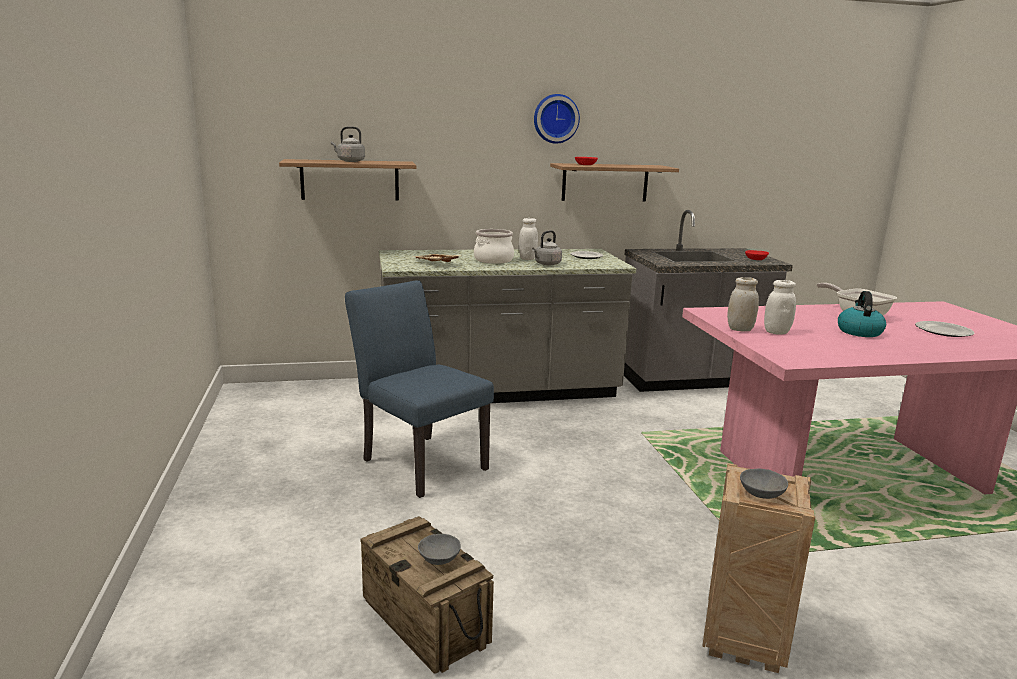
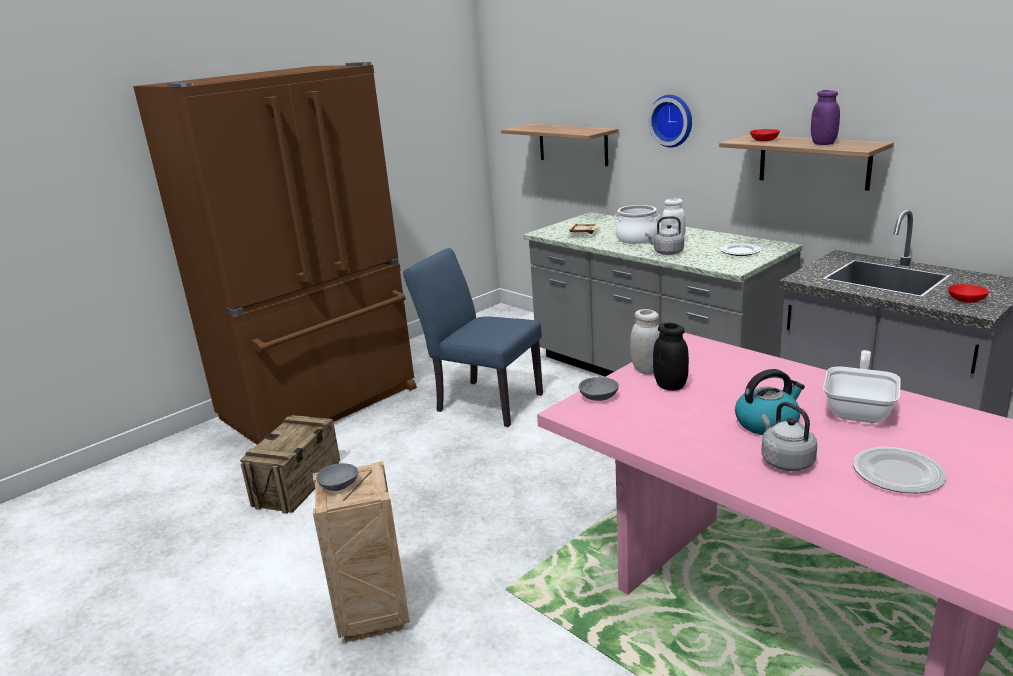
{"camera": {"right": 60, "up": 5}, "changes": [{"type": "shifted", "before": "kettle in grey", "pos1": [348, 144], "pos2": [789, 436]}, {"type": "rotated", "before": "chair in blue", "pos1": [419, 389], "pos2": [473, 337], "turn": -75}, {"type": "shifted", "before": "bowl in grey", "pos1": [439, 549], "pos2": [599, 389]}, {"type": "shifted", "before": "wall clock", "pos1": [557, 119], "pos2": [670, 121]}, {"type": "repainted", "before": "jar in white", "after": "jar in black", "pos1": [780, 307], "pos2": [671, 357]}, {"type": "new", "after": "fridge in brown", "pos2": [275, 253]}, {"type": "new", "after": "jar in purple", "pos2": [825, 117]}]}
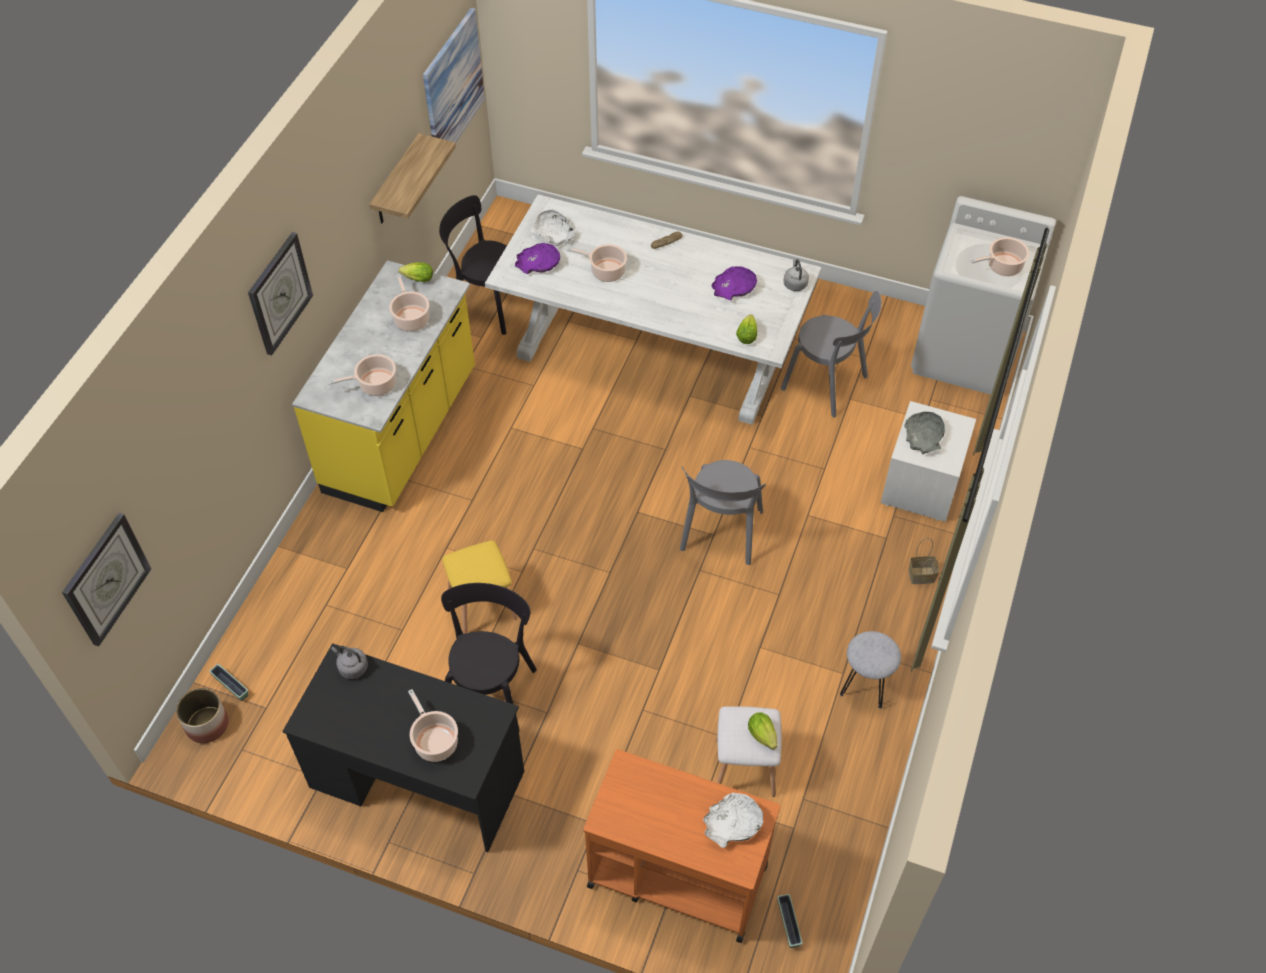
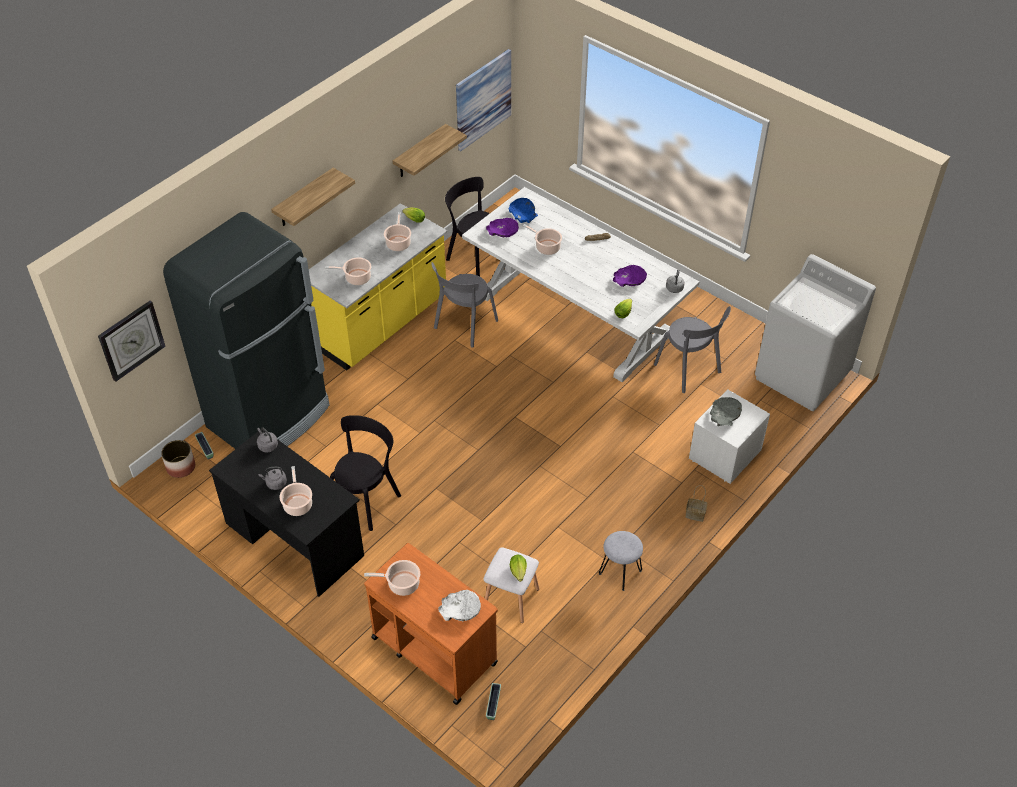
{"camera": {"right": 20, "up": -5}, "changes": [{"type": "swapped", "before": "wall clock", "after": "shelf", "pos1": [280, 294], "pos2": [313, 197]}, {"type": "gone", "before": "stool in yellow", "pos1": [480, 587]}, {"type": "repainted", "before": "bowl in white", "after": "bowl in blue", "pos1": [555, 228], "pos2": [523, 210]}, {"type": "shifted", "before": "chair in grey", "pos1": [723, 512], "pos2": [464, 305]}, {"type": "shifted", "before": "cooking pot", "pos1": [999, 256], "pos2": [392, 578]}, {"type": "new", "after": "fridge in black", "pos2": [246, 330]}, {"type": "new", "after": "kettle in grey", "pos2": [273, 478]}]}
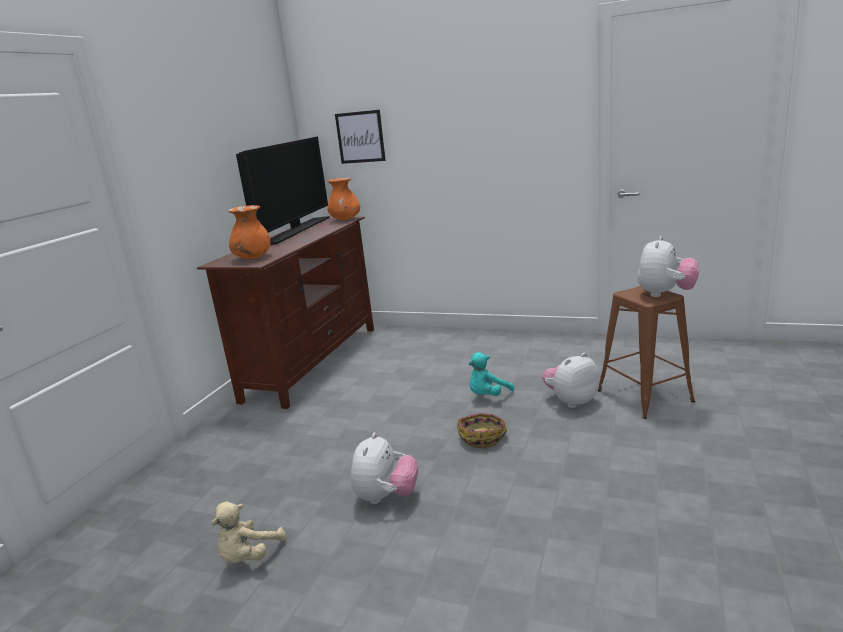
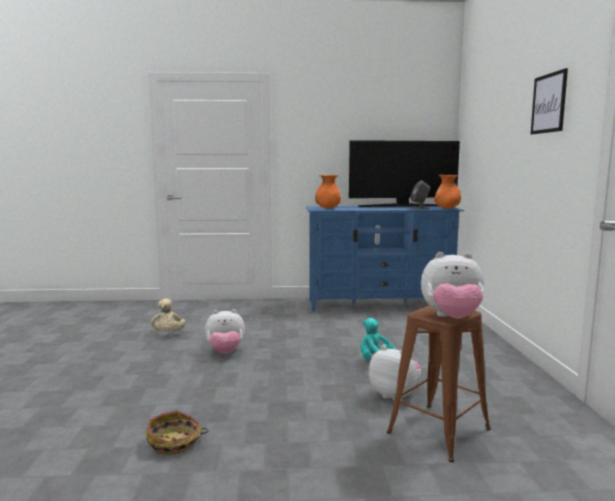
{"camera": {"right": 65, "up": -10}, "changes": [{"type": "repainted", "before": "tv stand in brown", "after": "tv stand in blue", "pos1": [285, 313], "pos2": [385, 258]}, {"type": "rotated", "before": "plush toy in beige", "pos1": [249, 532], "pos2": [168, 315], "turn": -105}, {"type": "shifted", "before": "picture", "pos1": [360, 137], "pos2": [549, 101]}, {"type": "shifted", "before": "basket", "pos1": [482, 430], "pos2": [177, 432]}, {"type": "new", "after": "speaker in grey", "pos2": [420, 194]}]}
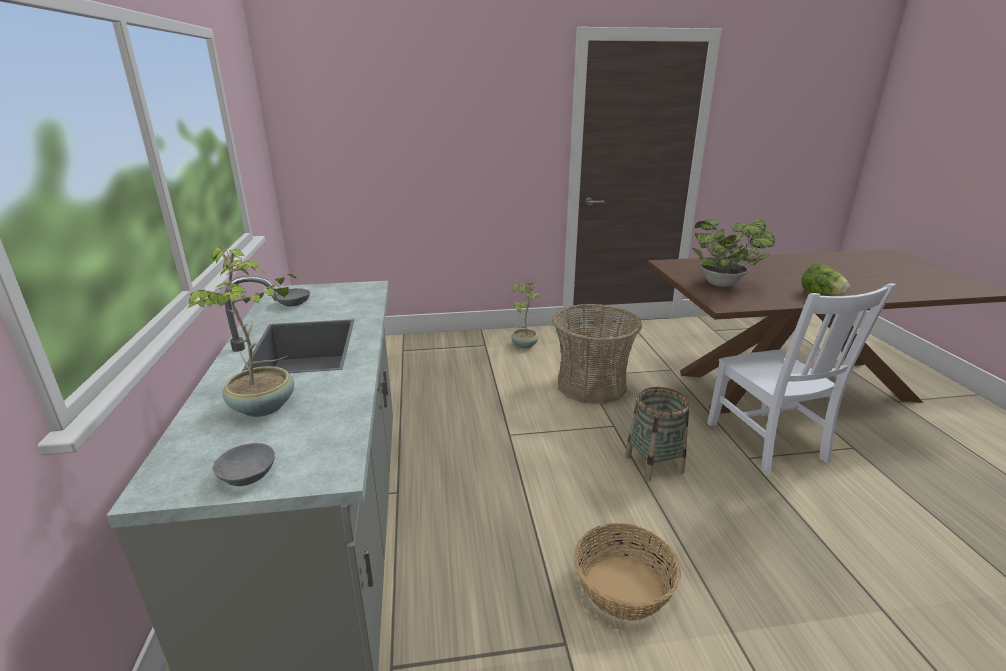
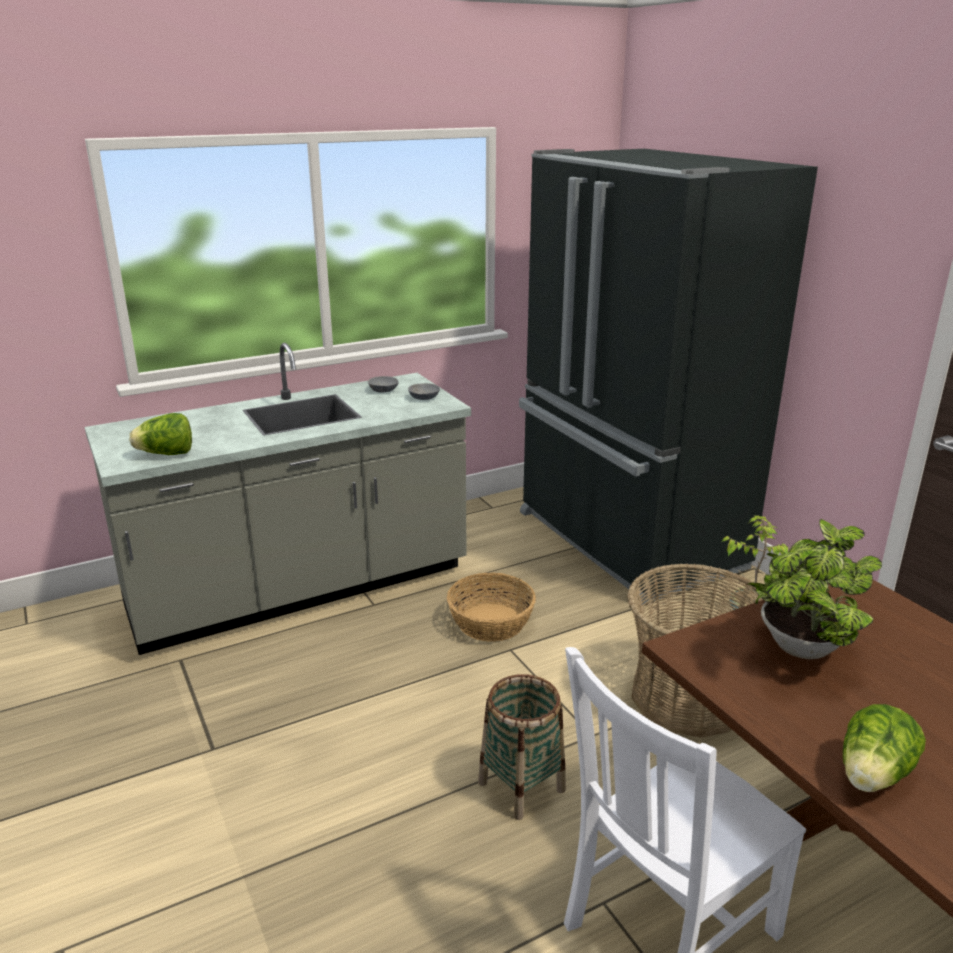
{"camera": {"right": 70, "up": 0}, "changes": [{"type": "gone", "before": "potted plant", "pos1": [242, 332]}, {"type": "shifted", "before": "bowl in grey", "pos1": [244, 464], "pos2": [424, 391]}, {"type": "shifted", "before": "basket", "pos1": [627, 572], "pos2": [491, 607]}, {"type": "new", "after": "lettuce", "pos2": [160, 434]}, {"type": "new", "after": "fridge in black", "pos2": [668, 377]}]}
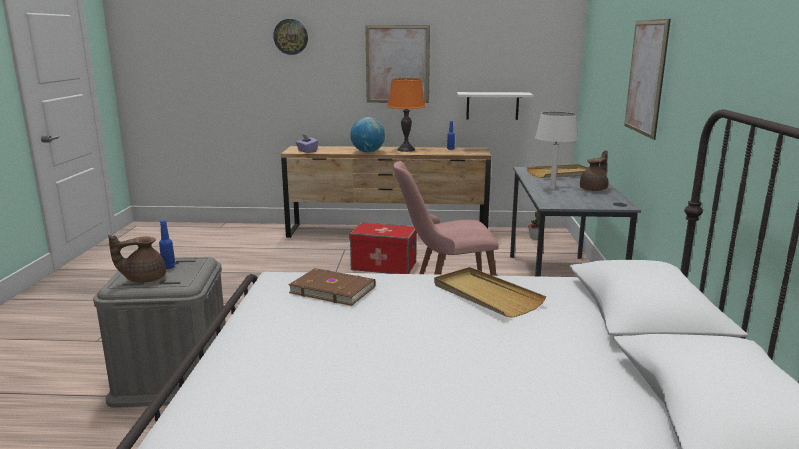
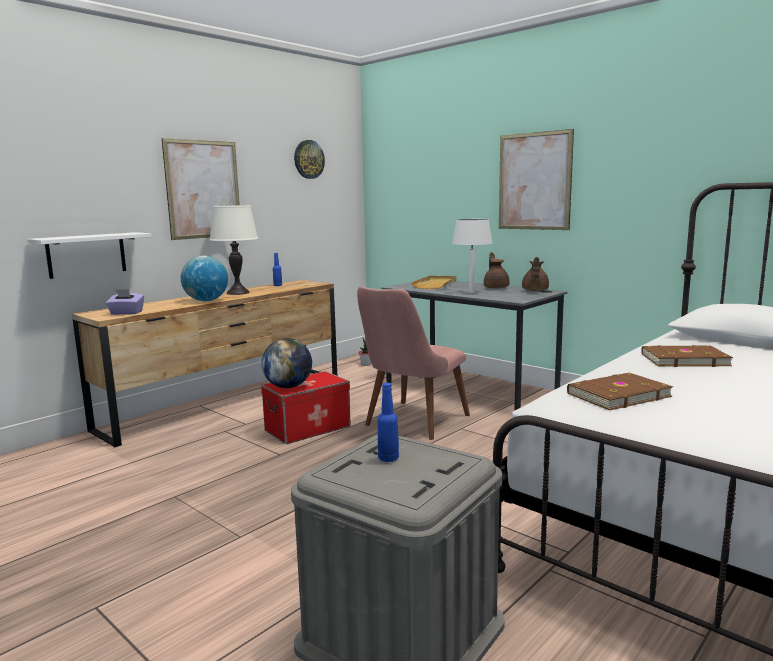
{"camera": {"right": -50, "up": -5}, "changes": [{"type": "shifted", "before": "teapot in brown", "pos1": [137, 259], "pos2": [535, 274]}, {"type": "shifted", "before": "wall clock", "pos1": [290, 37], "pos2": [309, 159]}, {"type": "repainted", "before": "table lamp in orange", "after": "table lamp in white", "pos1": [406, 115], "pos2": [234, 250]}, {"type": "swapped", "before": "tray in beige", "after": "book in brown", "pos1": [490, 292], "pos2": [687, 356]}, {"type": "shifted", "before": "shelf in white", "pos1": [495, 106], "pos2": [89, 255]}, {"type": "new", "after": "globe", "pos2": [287, 363]}]}
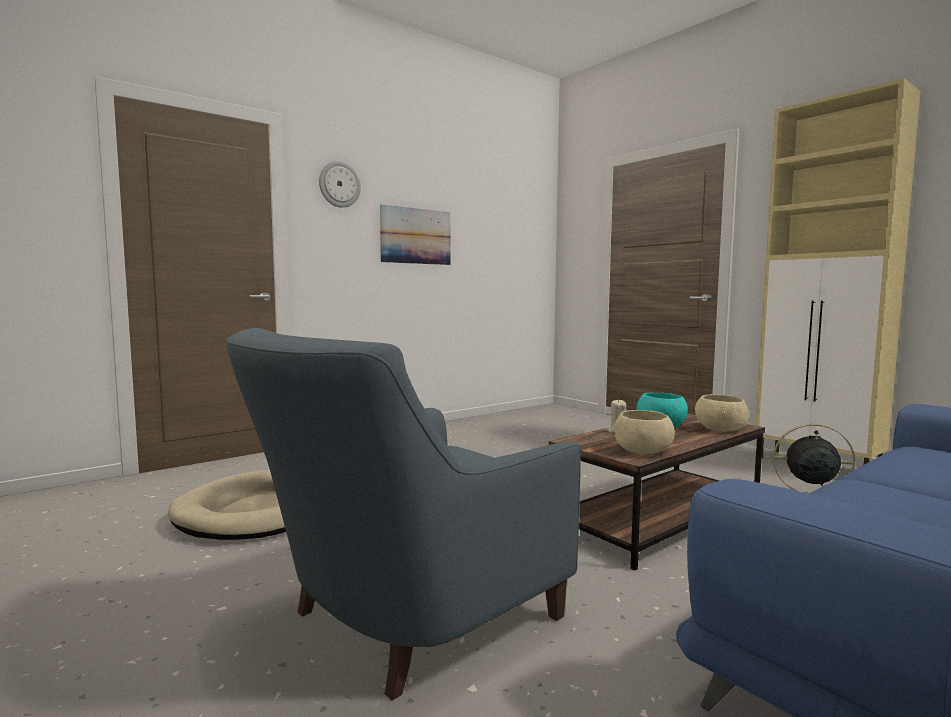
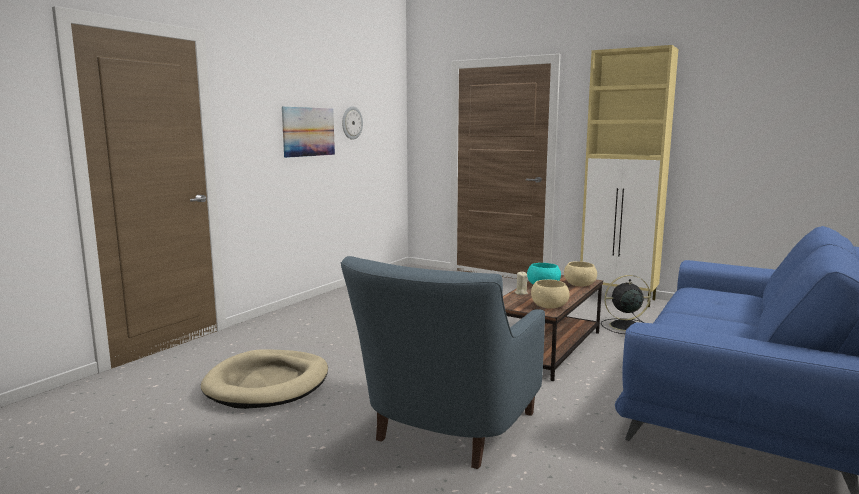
{"camera": {"right": -20, "up": 5}, "changes": [{"type": "shifted", "before": "wall clock", "pos1": [340, 184], "pos2": [352, 123]}]}
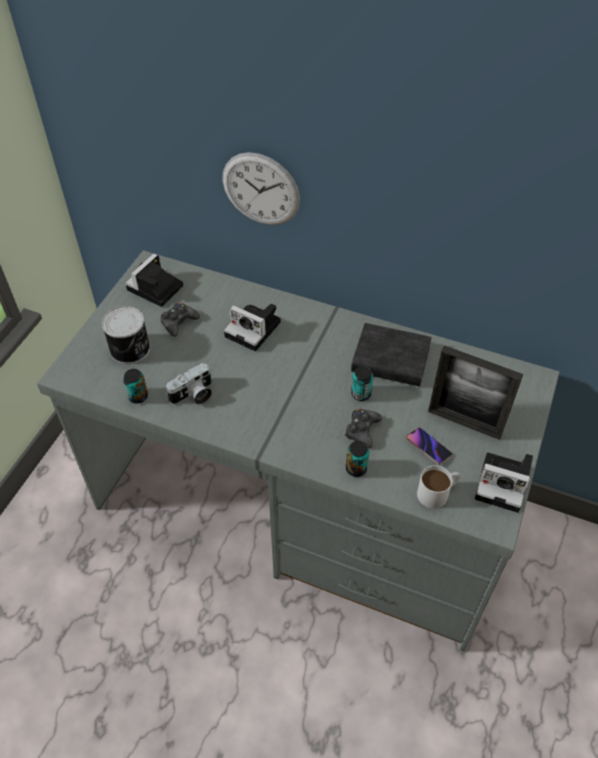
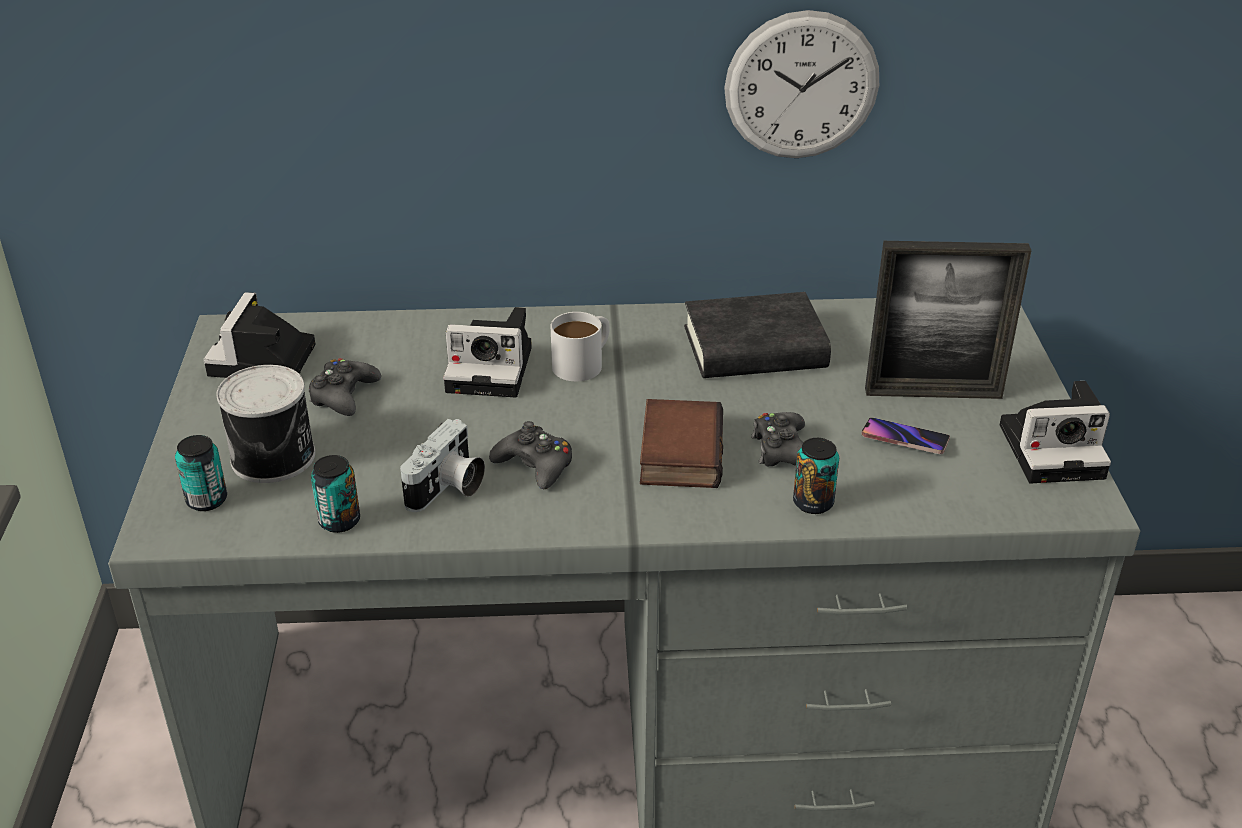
{"camera": {"right": -25, "up": -15}, "changes": [{"type": "shifted", "before": "wall clock", "pos1": [261, 188], "pos2": [801, 84]}, {"type": "shifted", "before": "can", "pos1": [362, 383], "pos2": [201, 473]}, {"type": "shifted", "before": "mug in white", "pos1": [439, 486], "pos2": [580, 346]}, {"type": "new", "after": "game controller in black", "pos2": [530, 455]}, {"type": "new", "after": "book", "pos2": [681, 443]}]}
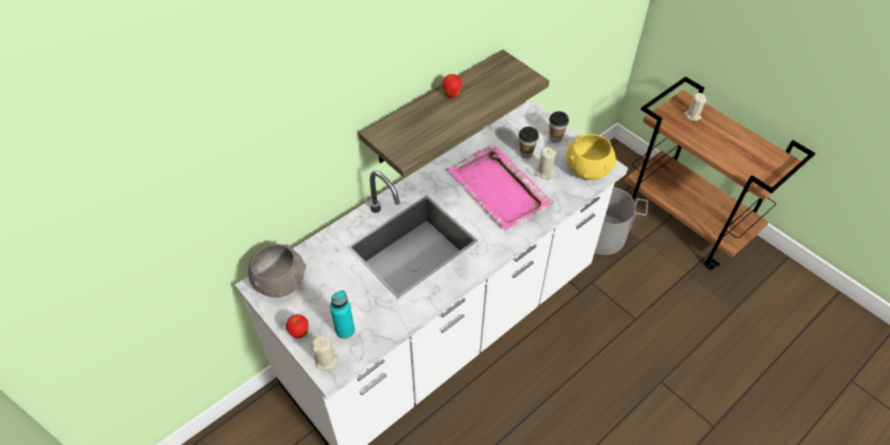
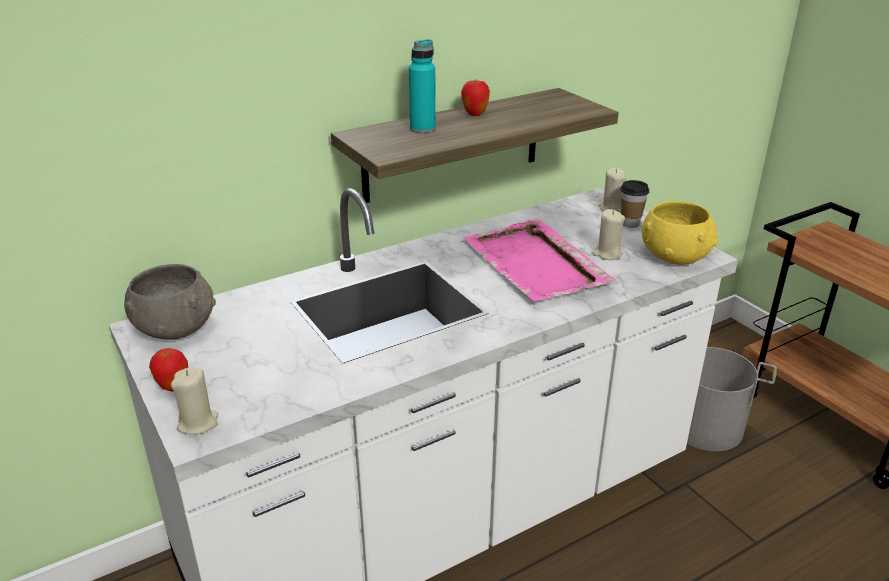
{"camera": {"right": 10, "up": -20}, "changes": [{"type": "shifted", "before": "bottle in turquoise", "pos1": [342, 314], "pos2": [422, 86]}, {"type": "gone", "before": "cup", "pos1": [529, 143]}, {"type": "shifted", "before": "candle in beige", "pos1": [695, 107], "pos2": [612, 190]}]}
